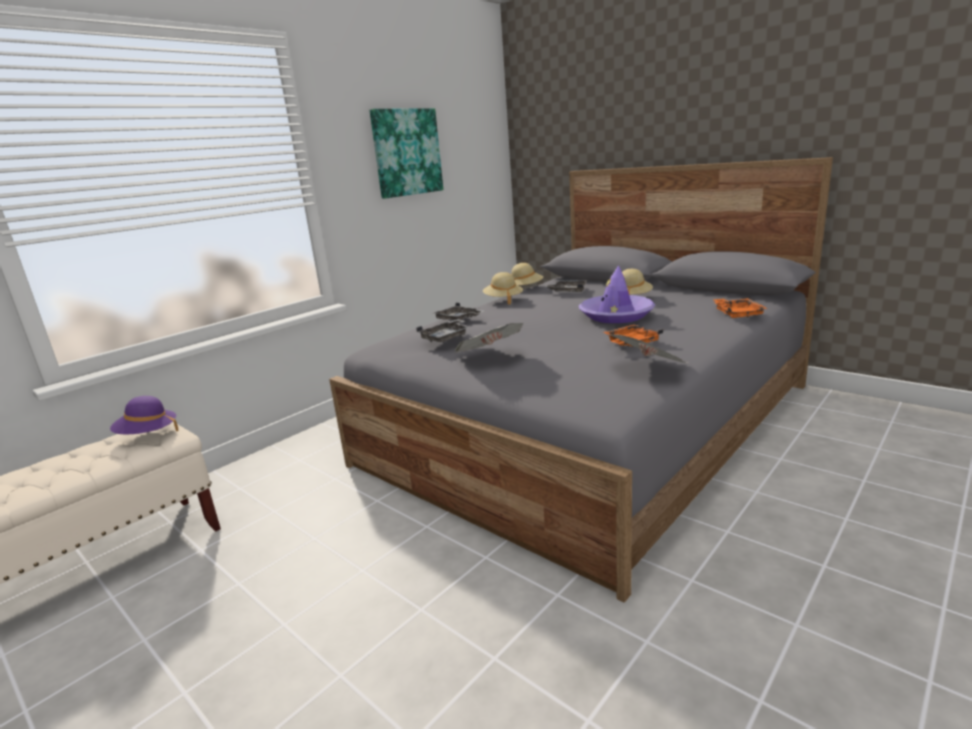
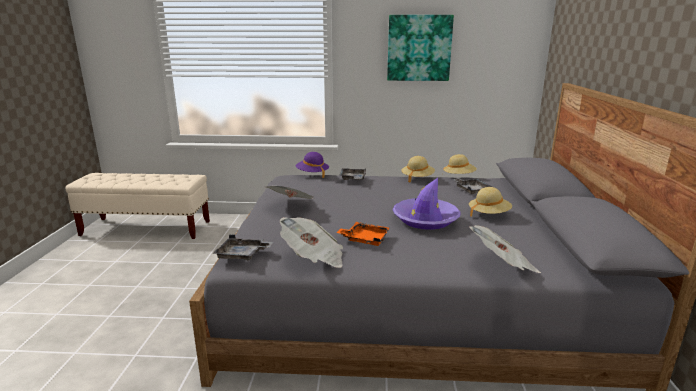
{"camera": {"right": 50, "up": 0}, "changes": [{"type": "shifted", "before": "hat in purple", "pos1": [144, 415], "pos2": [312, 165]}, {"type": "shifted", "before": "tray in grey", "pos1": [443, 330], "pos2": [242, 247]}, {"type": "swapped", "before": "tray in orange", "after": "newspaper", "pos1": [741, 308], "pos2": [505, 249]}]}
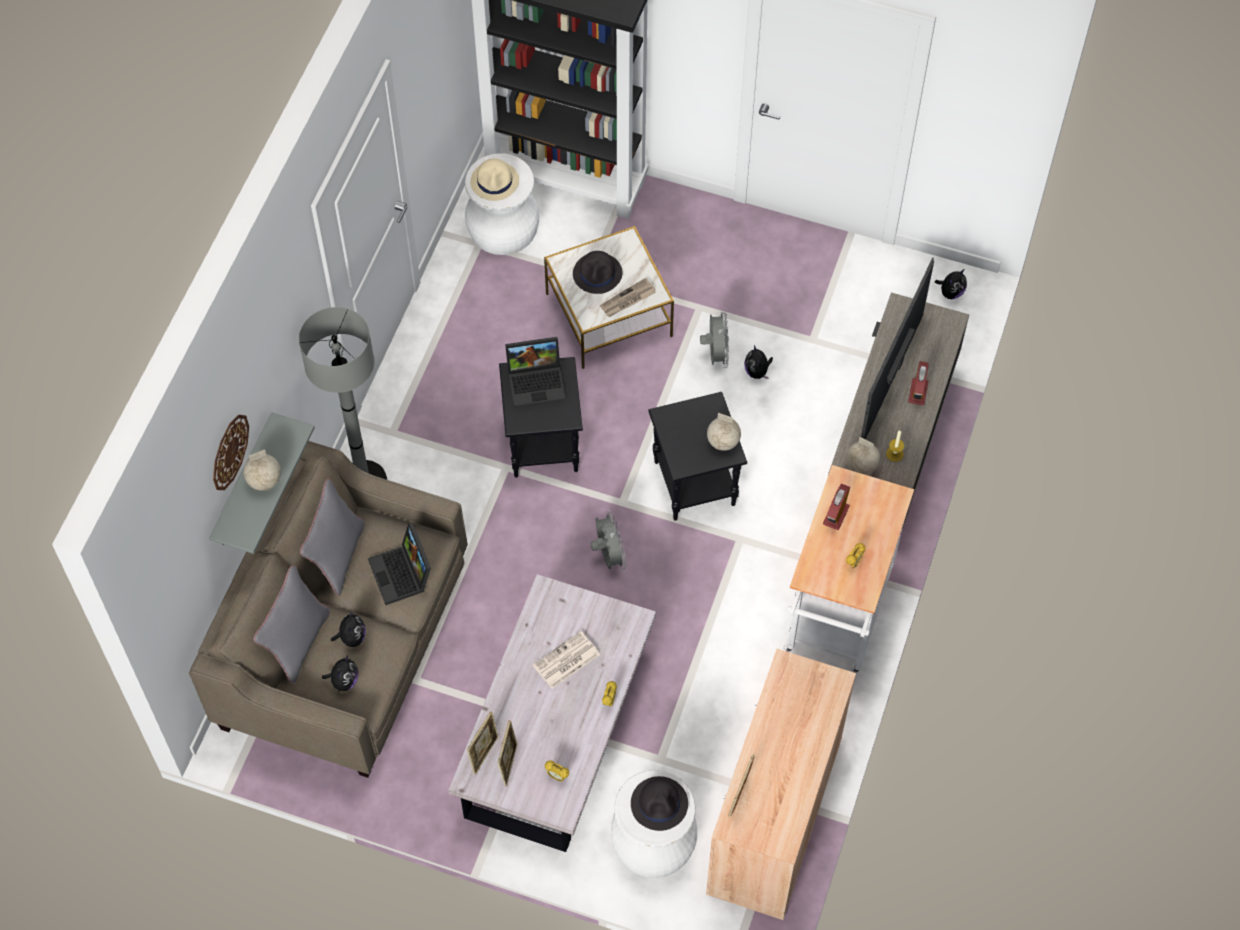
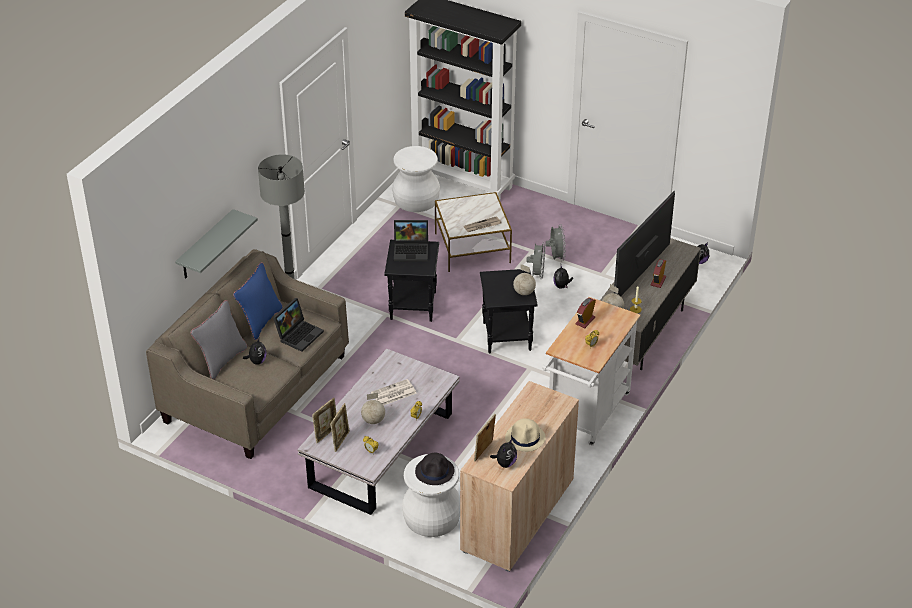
{"camera": {"right": 10, "up": -20}, "changes": [{"type": "gone", "before": "wall clock", "pos1": [231, 452]}, {"type": "shifted", "before": "globe", "pos1": [262, 470], "pos2": [373, 408]}, {"type": "repainted", "before": "pillow in grey", "after": "pillow in blue", "pos1": [332, 537], "pos2": [258, 301]}, {"type": "shifted", "before": "plush toy", "pos1": [340, 673], "pos2": [503, 453]}, {"type": "rotated", "before": "laptop", "pos1": [399, 564], "pos2": [298, 325], "turn": -135}, {"type": "shifted", "before": "hat in beige", "pos1": [494, 179], "pos2": [525, 435]}, {"type": "gone", "before": "hat in black", "pos1": [597, 272]}, {"type": "shifted", "before": "fan in grey", "pos1": [609, 540], "pos2": [556, 242]}]}
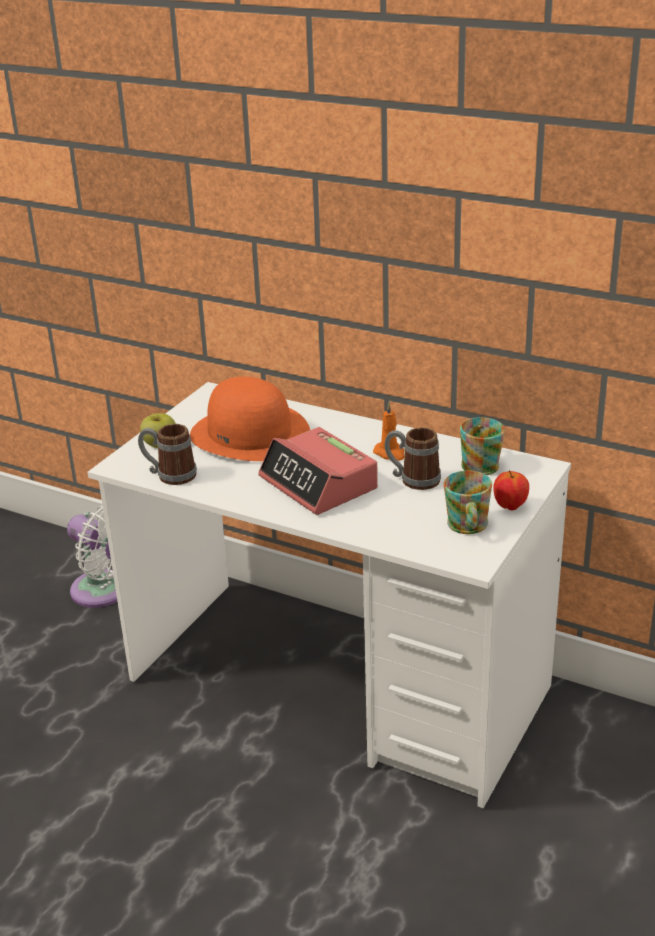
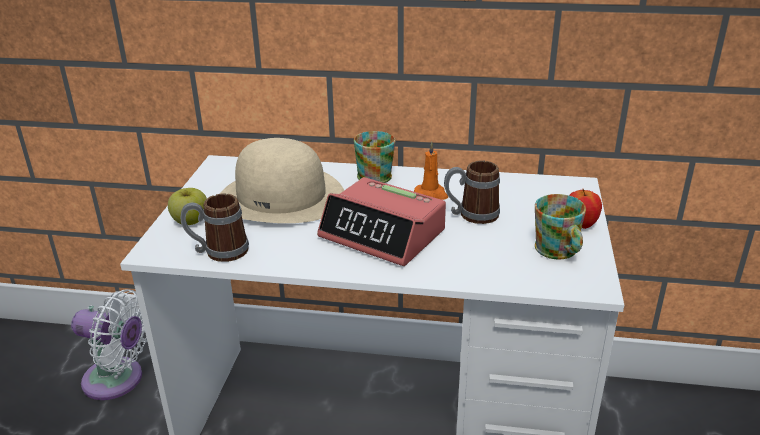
{"camera": {"right": -20, "up": 0}, "changes": [{"type": "repainted", "before": "hat in orange", "after": "hat in beige", "pos1": [250, 419], "pos2": [282, 180]}, {"type": "shifted", "before": "mug", "pos1": [482, 446], "pos2": [375, 157]}]}
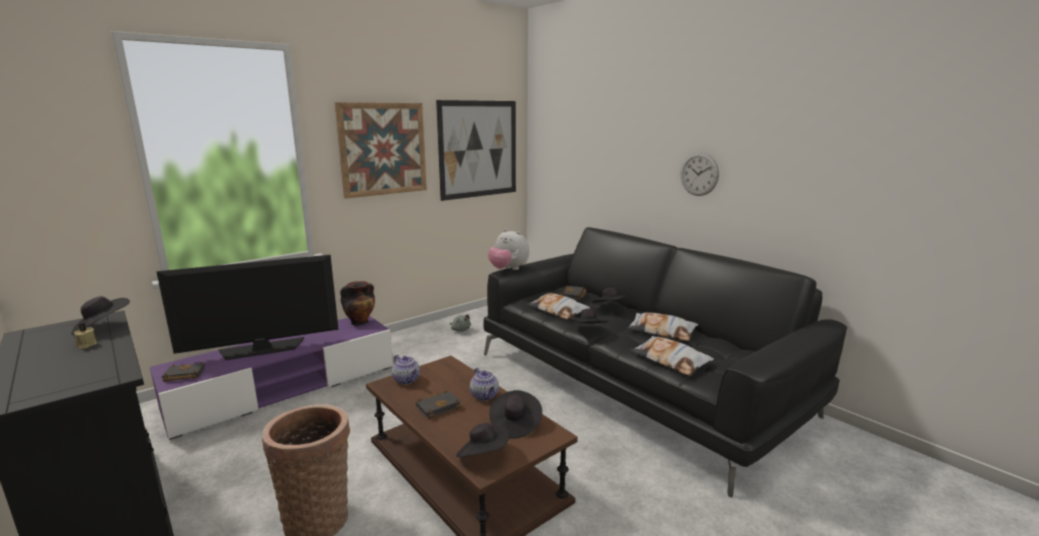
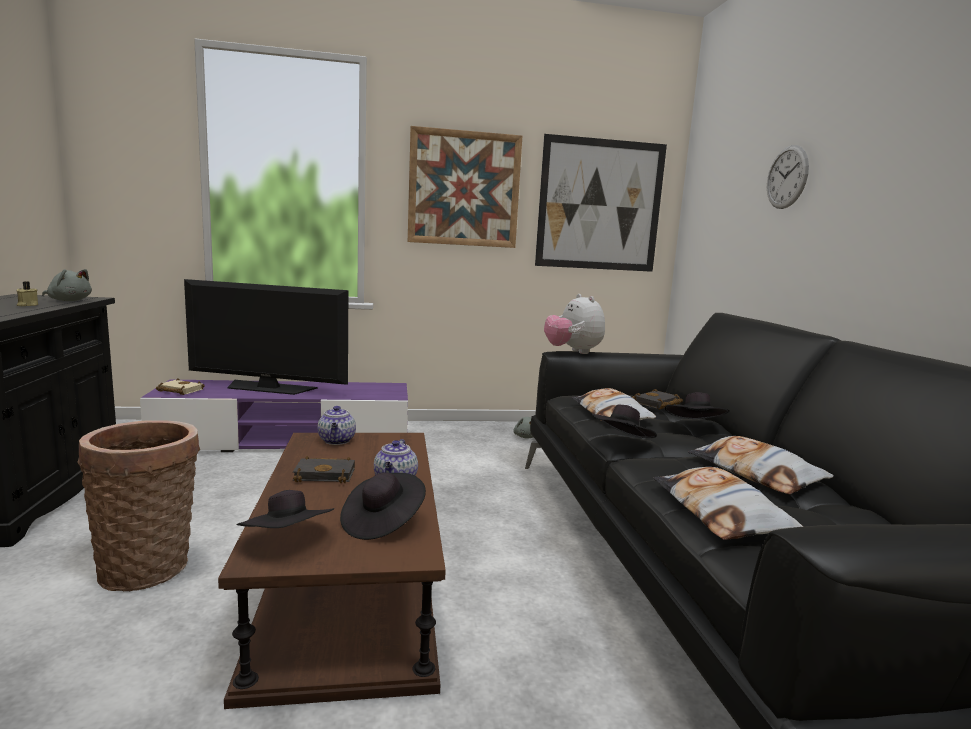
{"camera": {"right": 30, "up": -5}, "changes": [{"type": "swapped", "before": "hat in black", "after": "plush toy in grey", "pos1": [100, 315], "pos2": [67, 285]}, {"type": "repainted", "before": "book in black", "after": "book in beige", "pos1": [184, 372], "pos2": [180, 386]}, {"type": "gone", "before": "vase", "pos1": [357, 303]}, {"type": "shifted", "before": "wall clock", "pos1": [699, 174], "pos2": [788, 177]}]}
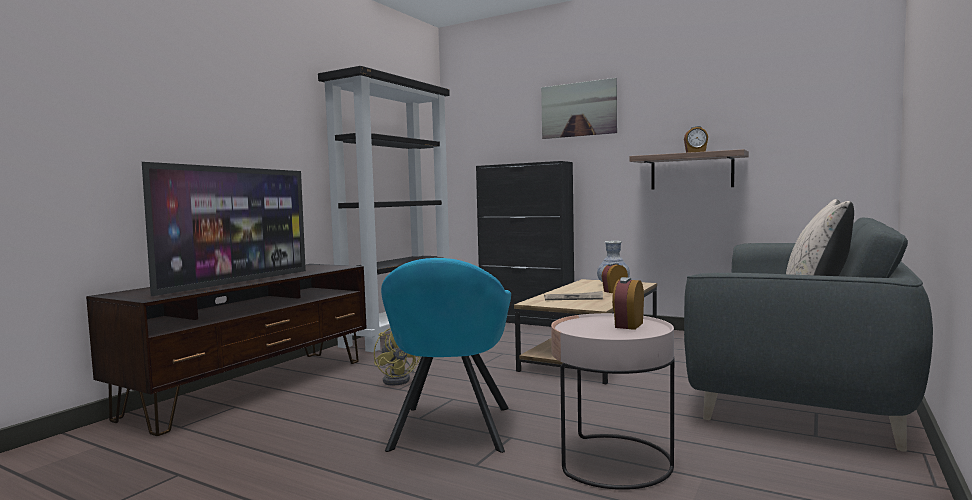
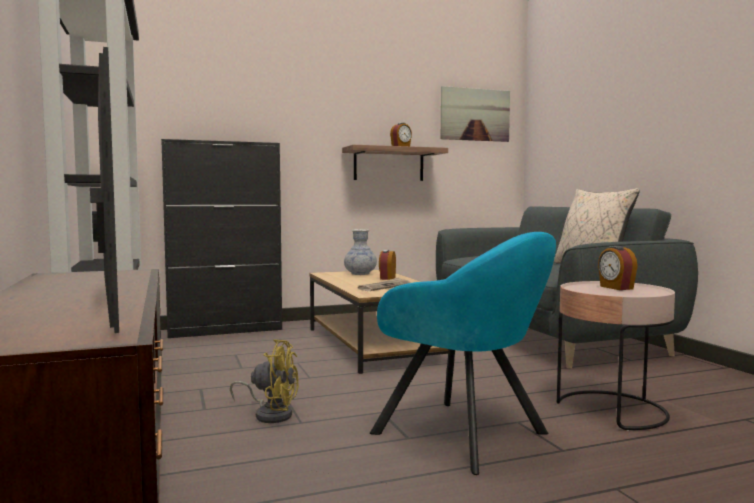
{"camera": {"right": -50, "up": 0}, "changes": [{"type": "shifted", "before": "picture", "pos1": [579, 108], "pos2": [475, 114]}]}
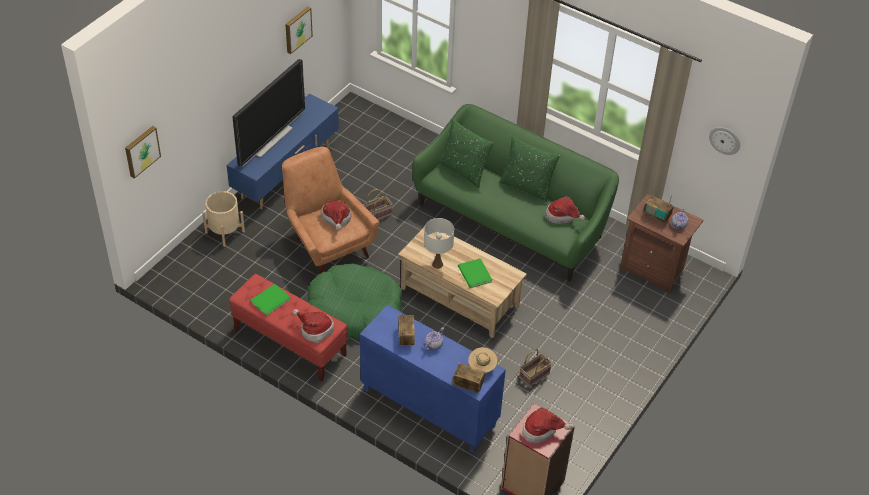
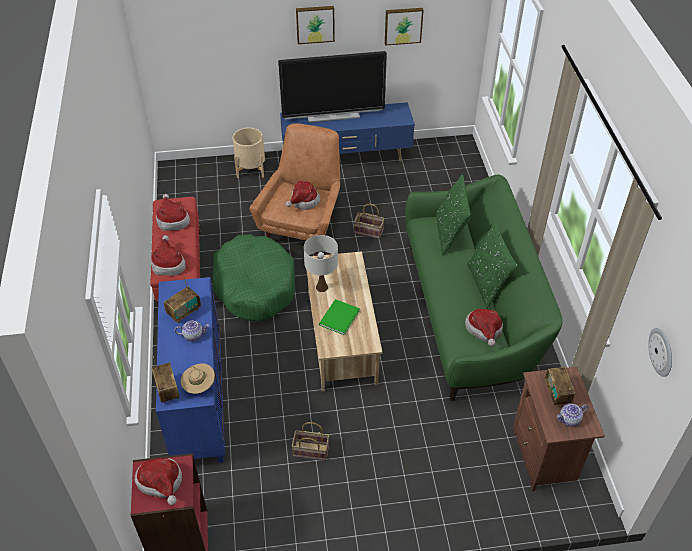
{"camera": {"right": 50, "up": 0}, "changes": [{"type": "shifted", "before": "picture", "pos1": [143, 152], "pos2": [315, 25]}, {"type": "swapped", "before": "book in green", "after": "hat", "pos1": [270, 300], "pos2": [173, 212]}]}
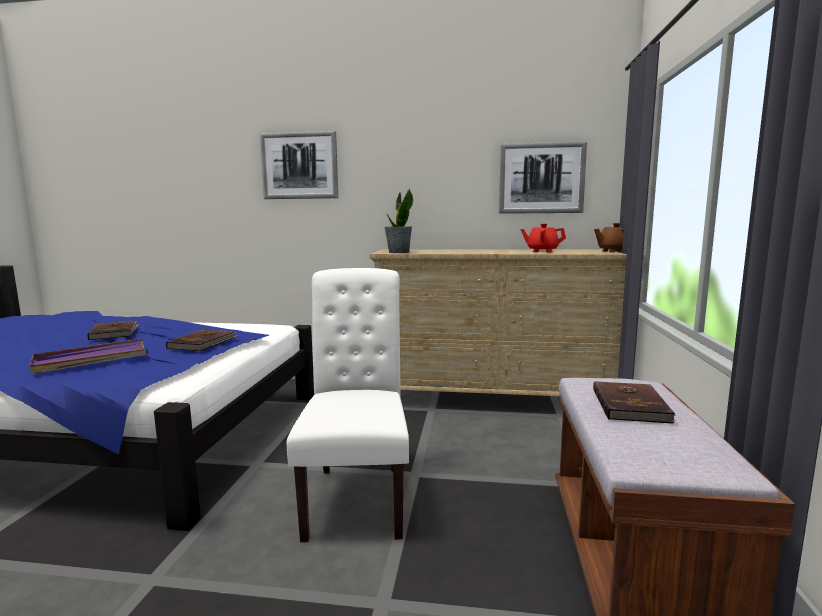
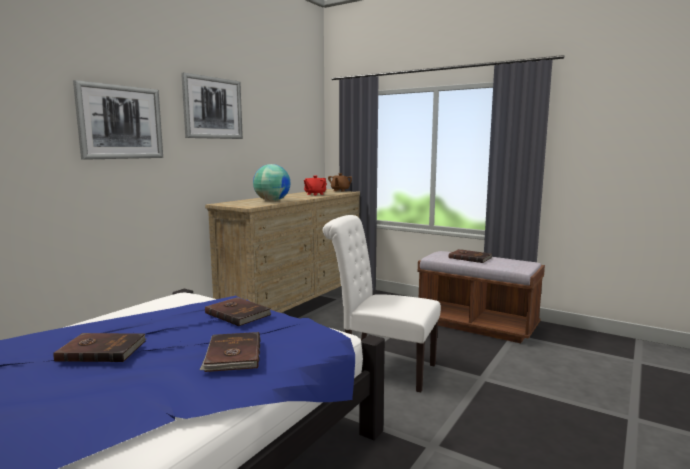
{"camera": {"right": -65, "up": 0}, "changes": [{"type": "swapped", "before": "tray in purple", "after": "book in brown", "pos1": [89, 355], "pos2": [230, 352]}, {"type": "gone", "before": "potted plant", "pos1": [398, 220]}, {"type": "shifted", "before": "picture", "pos1": [543, 178], "pos2": [212, 105]}, {"type": "new", "after": "globe", "pos2": [272, 182]}]}
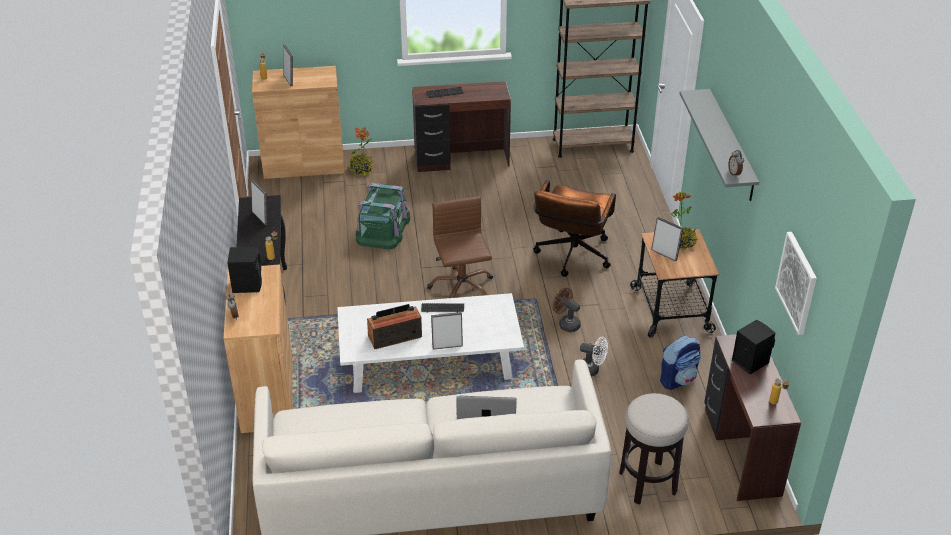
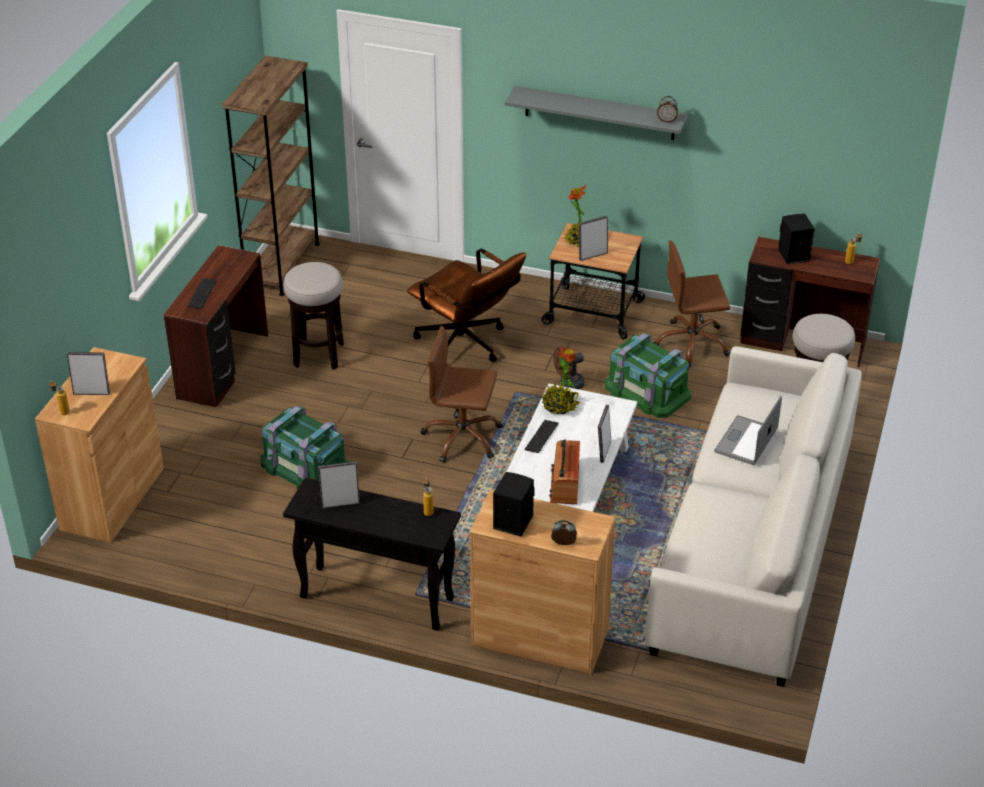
{"camera": {"right": -65, "up": 0}, "changes": [{"type": "shifted", "before": "potted plant", "pos1": [361, 151], "pos2": [561, 380]}, {"type": "swapped", "before": "fan in white", "after": "storage box in green", "pos1": [594, 357], "pos2": [648, 375]}, {"type": "swapped", "before": "backpack", "after": "office chair in brown", "pos1": [680, 363], "pos2": [692, 304]}, {"type": "gone", "before": "picture", "pos1": [796, 283]}, {"type": "new", "after": "stool", "pos2": [313, 316]}]}
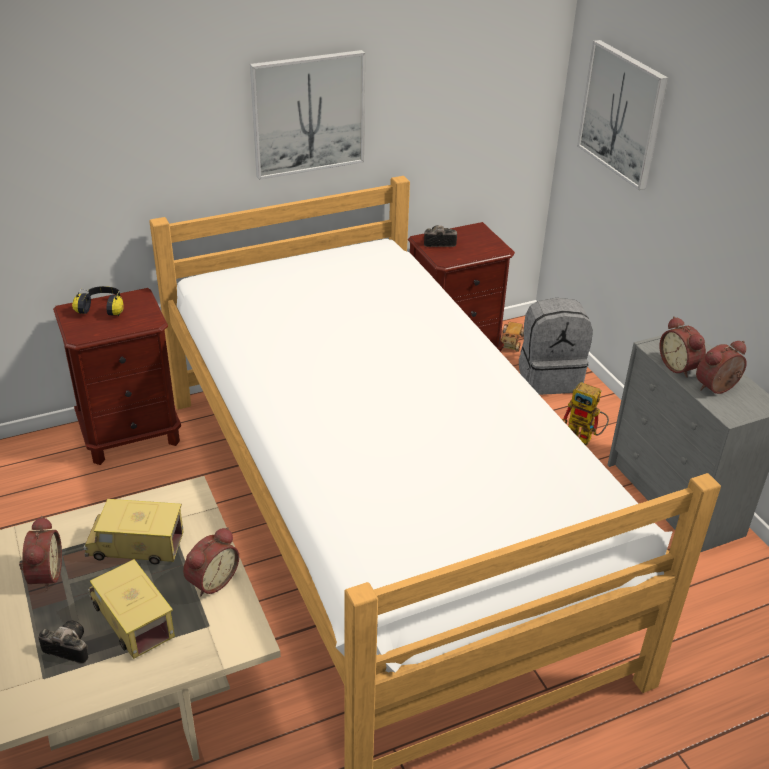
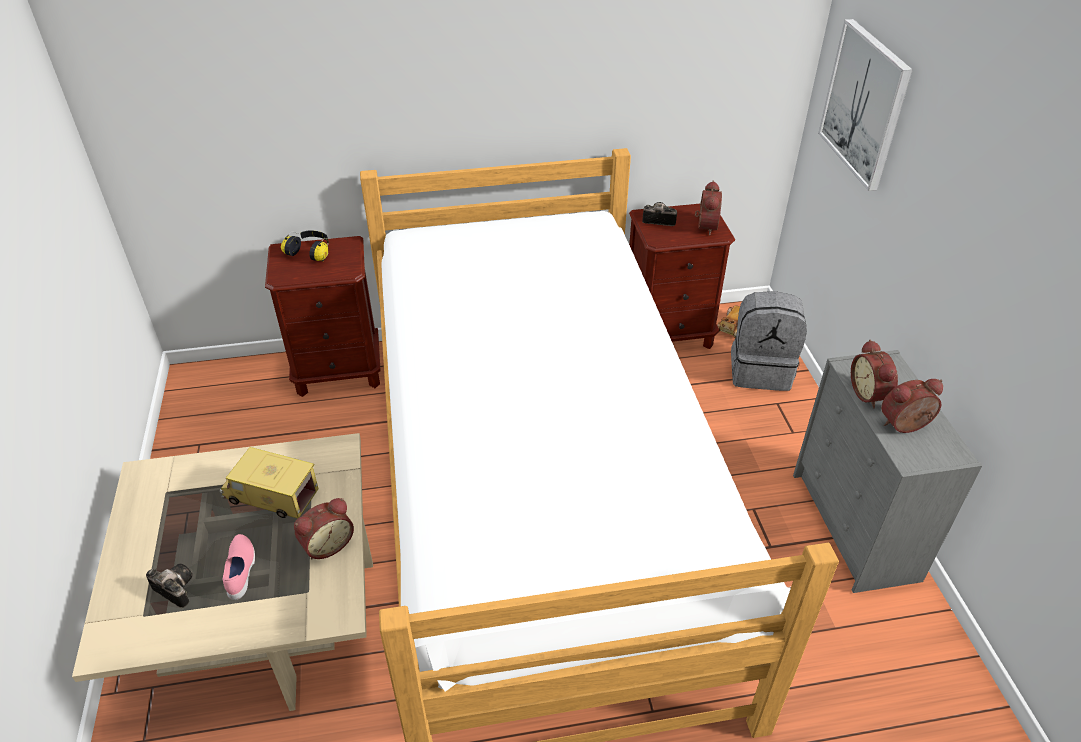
{"camera": {"right": 15, "up": 5}, "changes": [{"type": "shifted", "before": "alarm clock", "pos1": [40, 553], "pos2": [708, 208]}, {"type": "swapped", "before": "toy truck", "after": "shoe in pink", "pos1": [131, 609], "pos2": [239, 567]}, {"type": "gone", "before": "picture", "pos1": [307, 115]}, {"type": "gone", "before": "toy robot", "pos1": [585, 414]}]}
